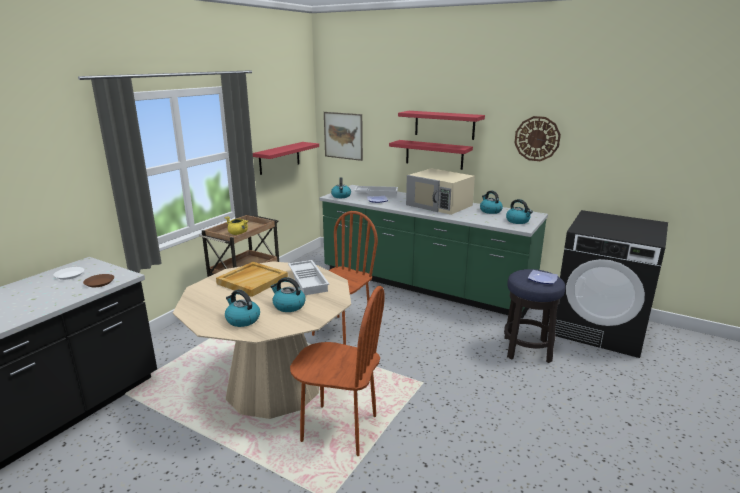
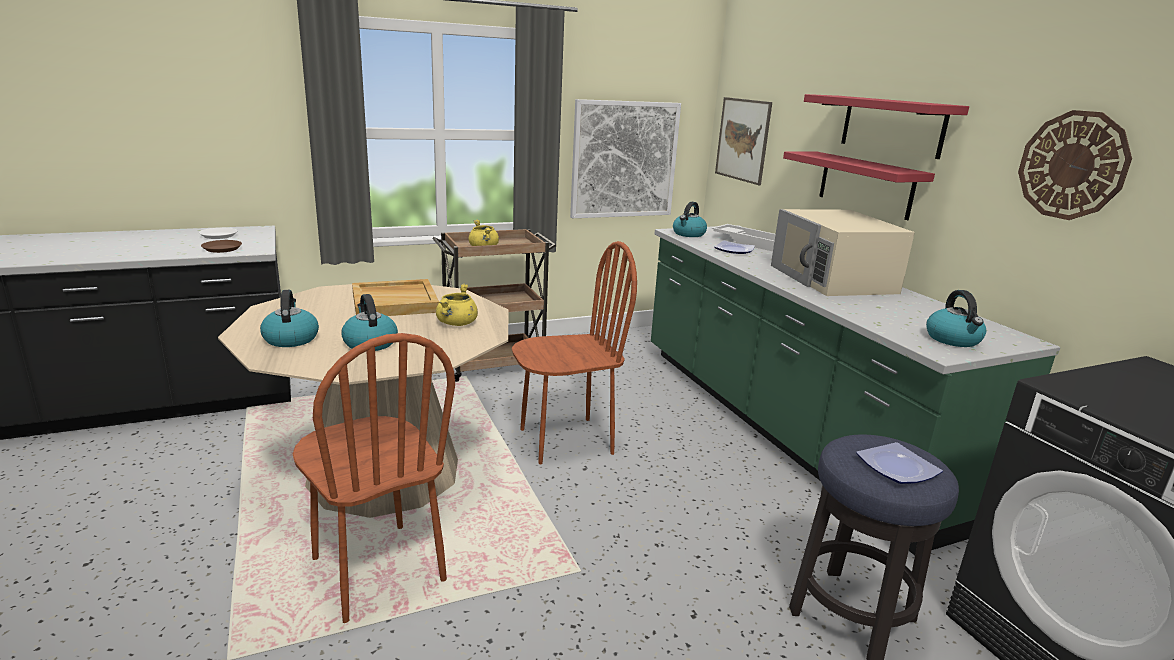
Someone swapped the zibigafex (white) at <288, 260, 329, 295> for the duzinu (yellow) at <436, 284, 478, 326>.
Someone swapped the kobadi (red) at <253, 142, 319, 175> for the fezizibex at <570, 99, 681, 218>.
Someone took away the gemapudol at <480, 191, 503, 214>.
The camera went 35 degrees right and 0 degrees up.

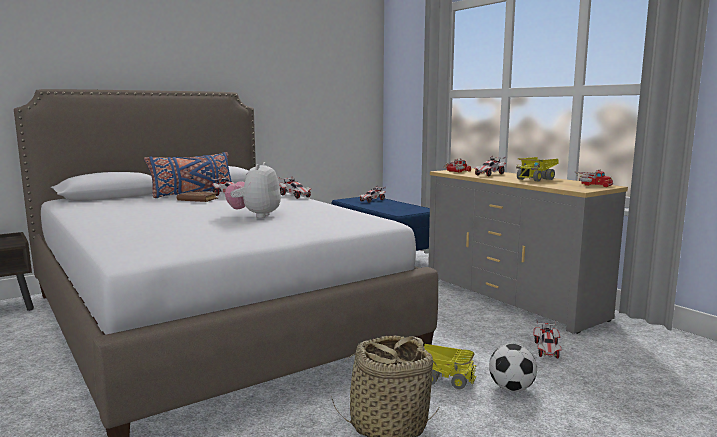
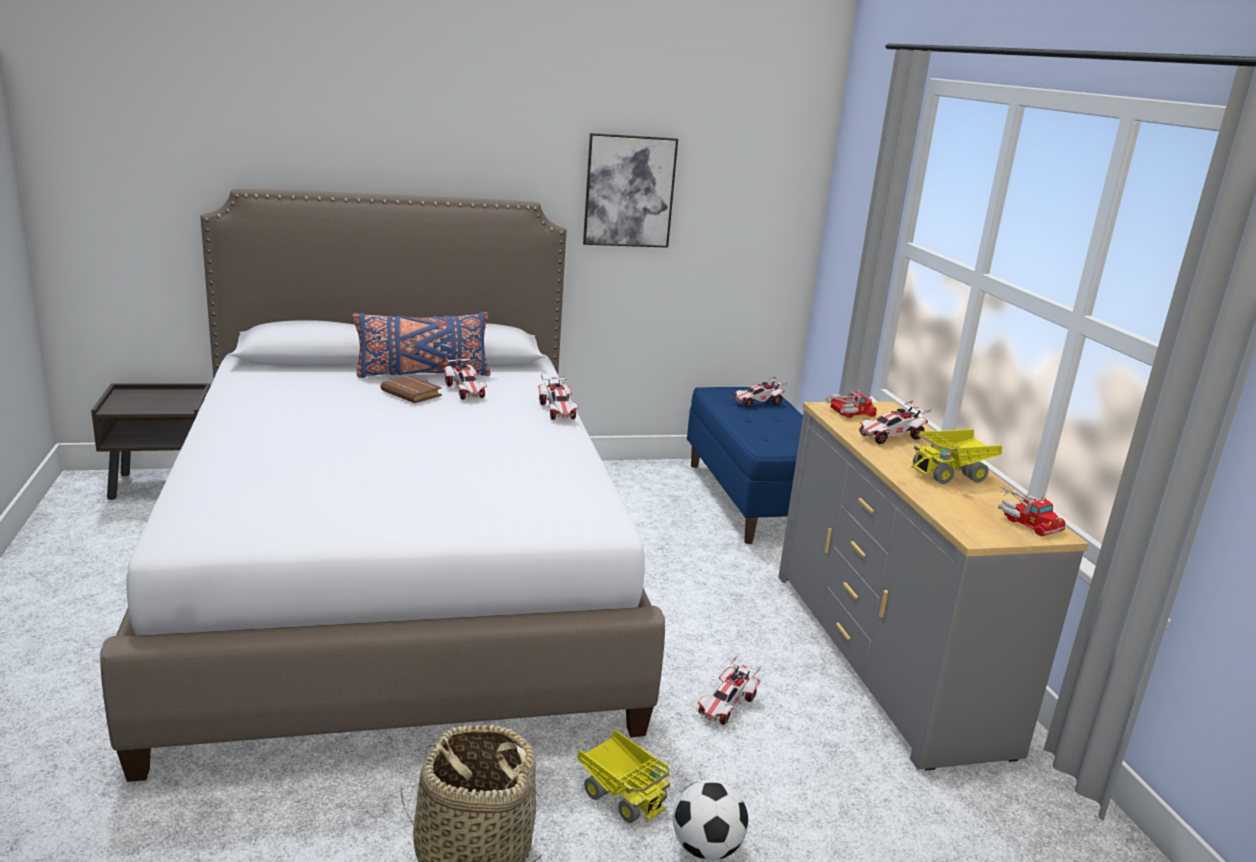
Someone put up the fezizibex at <583, 133, 678, 248>.
Someone carried the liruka from <533, 321, 561, 358> to <698, 655, 761, 725>.
Someone took away the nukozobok at <225, 162, 281, 218>.
The camera went 20 degrees right and 10 degrees up.

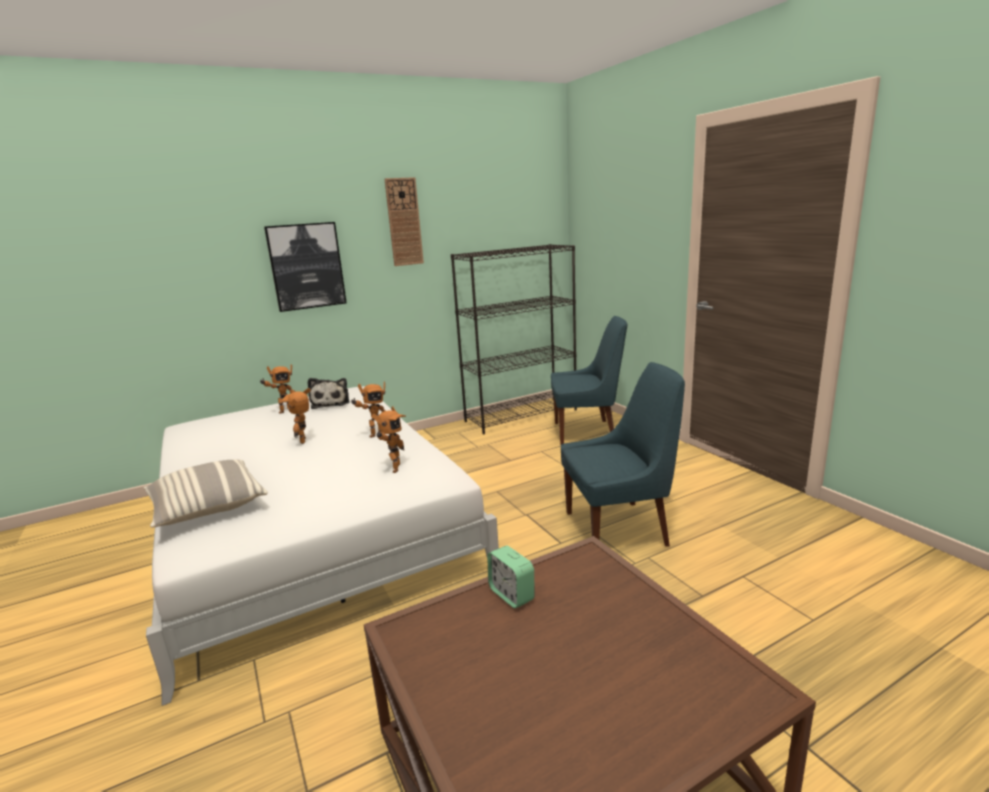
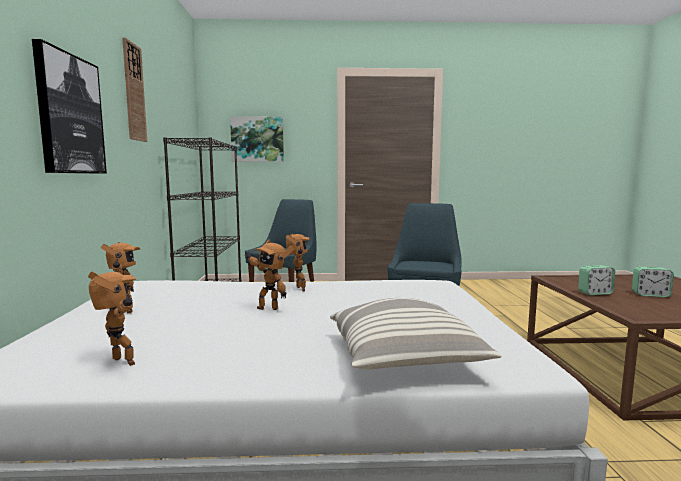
Someone carried the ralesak from <371, 406, 406, 473> to <88, 272, 136, 366>.
Someone put up the fezizibex at <230, 116, 284, 162>.
Someone put down the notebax at <632, 267, 674, 297>.
Someone took away the nukozobok at <308, 378, 349, 409>.
The camera went 65 degrees left and 10 degrees down.

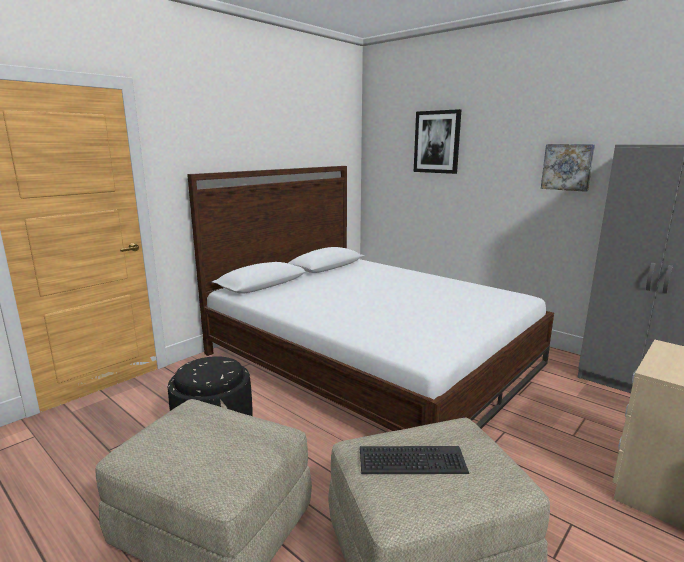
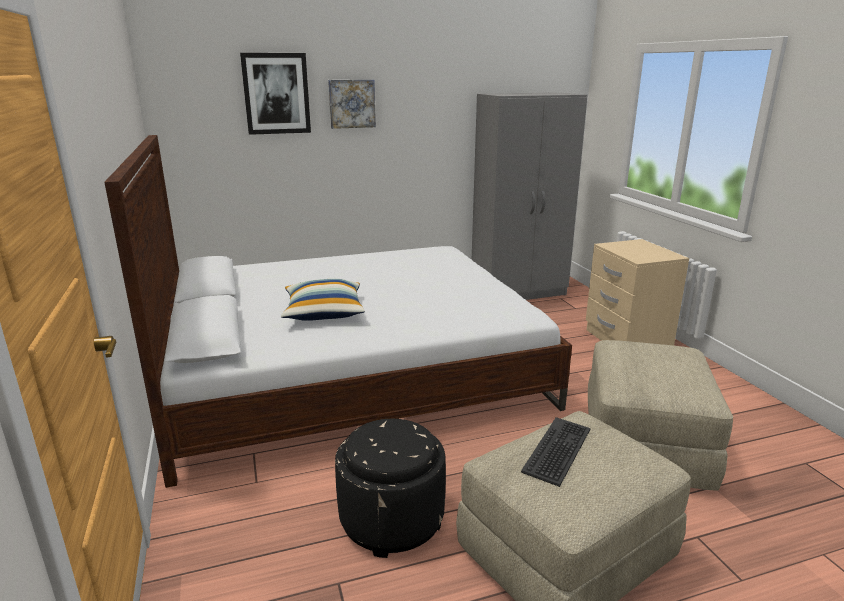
Someone put down the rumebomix at <281, 279, 365, 321>.
Someone carried the fezizibex from <541, 144, 595, 192> to <328, 80, 376, 129>.
Someone carried the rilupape from <360, 446, 469, 474> to <521, 417, 590, 487>.
The camera went 60 degrees left and 5 degrees up.

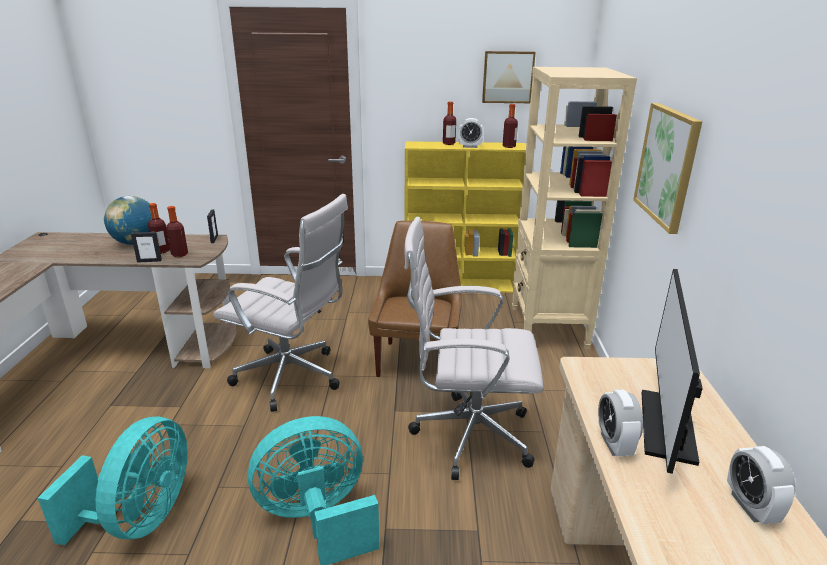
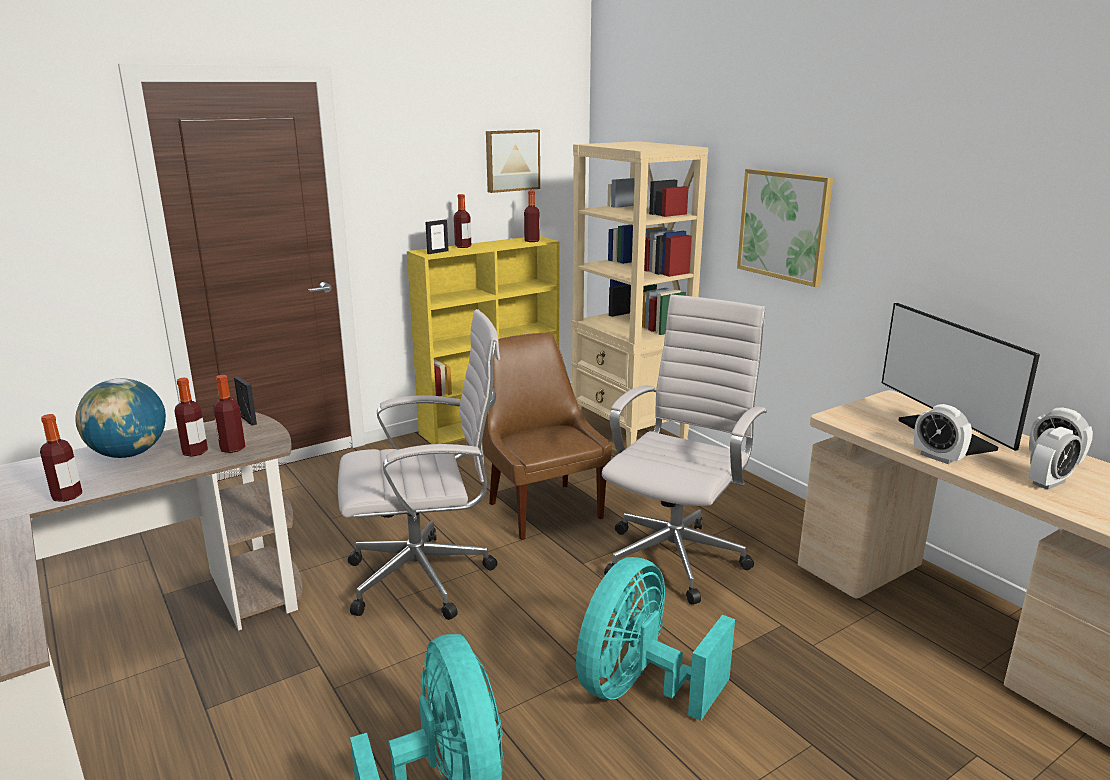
Someone put down the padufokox at <40, 414, 82, 502>.
Someone carried the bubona from <131, 232, 162, 263> to <425, 220, 449, 254>.
Someone rotated the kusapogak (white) at <404, 217, 544, 480> by 150 degrees clockwise.
Someone carried the notebax from <458, 118, 484, 148> to <1029, 427, 1082, 490>.
The camera went 35 degrees left and 5 degrees down.

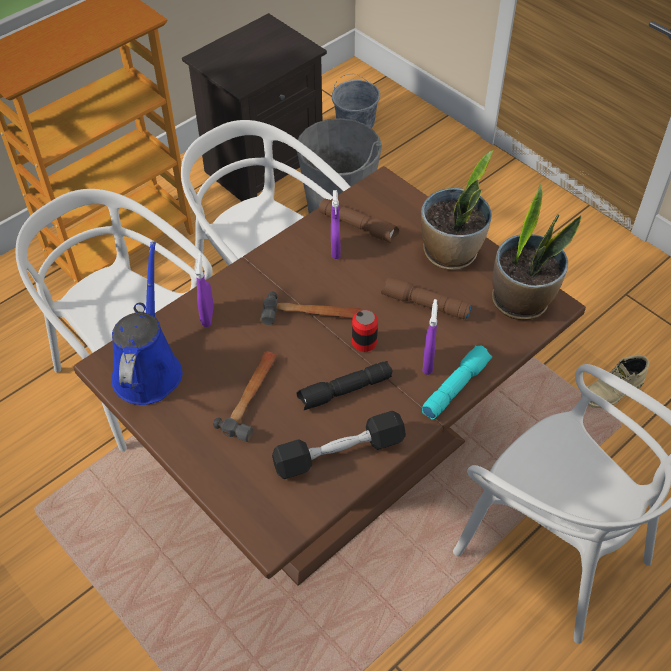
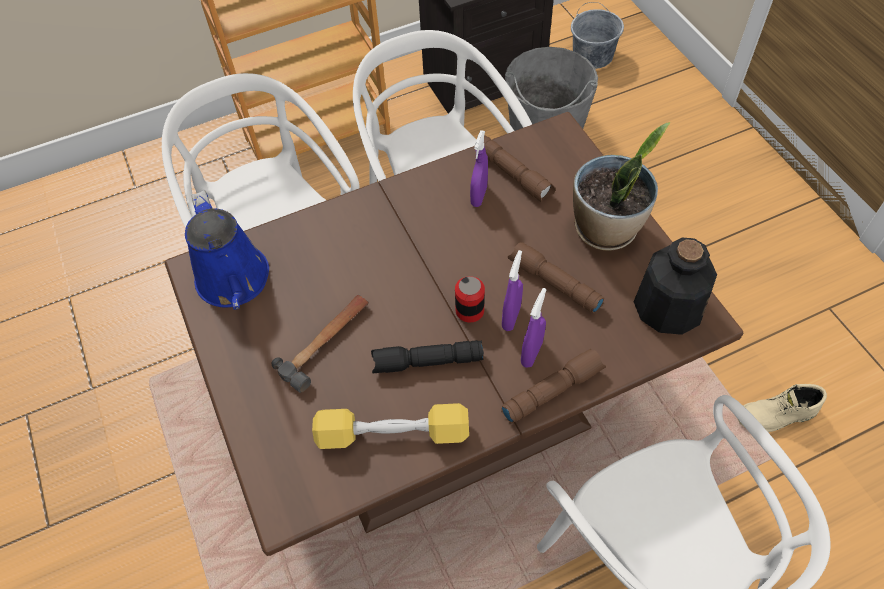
Someone rotated the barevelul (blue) at <111, 241, 182, 405> by 135 degrees clockwise.
Someone repainted the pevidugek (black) at <272, 411, 406, 479>, which became the pevidugek (yellow) at <312, 403, 469, 449>.
Someone repainted the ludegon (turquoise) at <422, 345, 492, 420>, which became the ludegon (brown) at <501, 349, 606, 424>.
Someone carried the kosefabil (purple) from <195, 252, 214, 327> to <502, 250, 523, 331>.
Someone swapped the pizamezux at <492, 184, 581, 320> for the padufokox at <634, 238, 717, 335>.
Someone took away the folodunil at <260, 292, 361, 325>.
The camera went 20 degrees right and 5 degrees up.

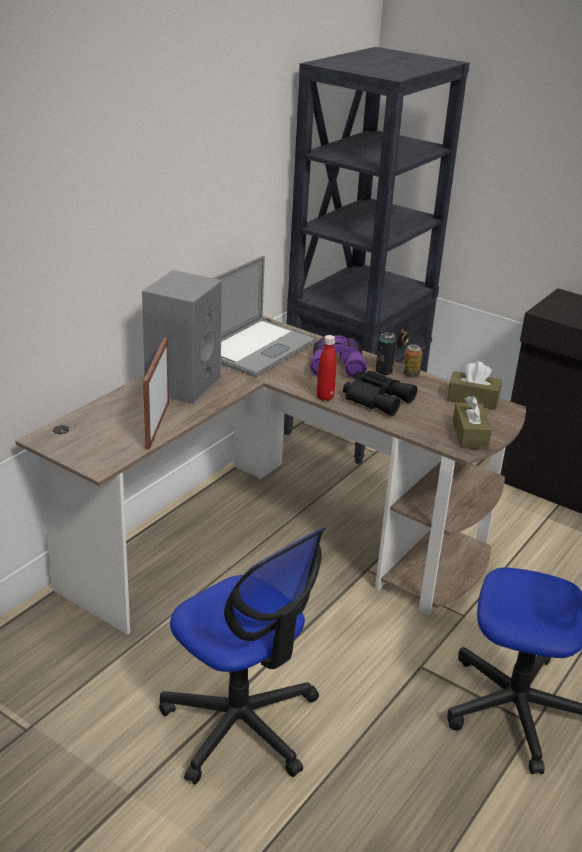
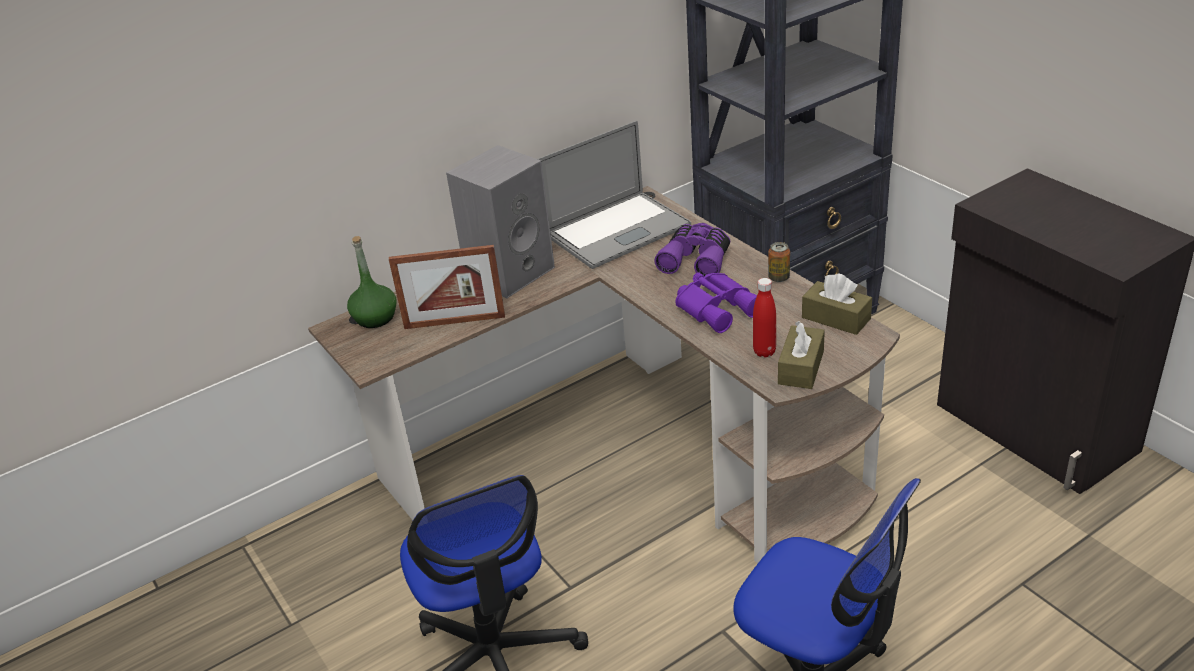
Someone put down the padufokox (green) at <347, 236, 397, 328>.
Someone rotated the bubona at <143, 338, 169, 450> by 120 degrees counterclockwise.
Someone repainted the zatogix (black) at <343, 371, 417, 416>, which became the zatogix (purple) at <676, 273, 757, 333>.
Someone carried the padufokox (red) from <317, 335, 337, 401> to <753, 278, 776, 357>.
Someone took away the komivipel at <376, 332, 396, 375>.
The camera went 25 degrees right and 5 degrees up.

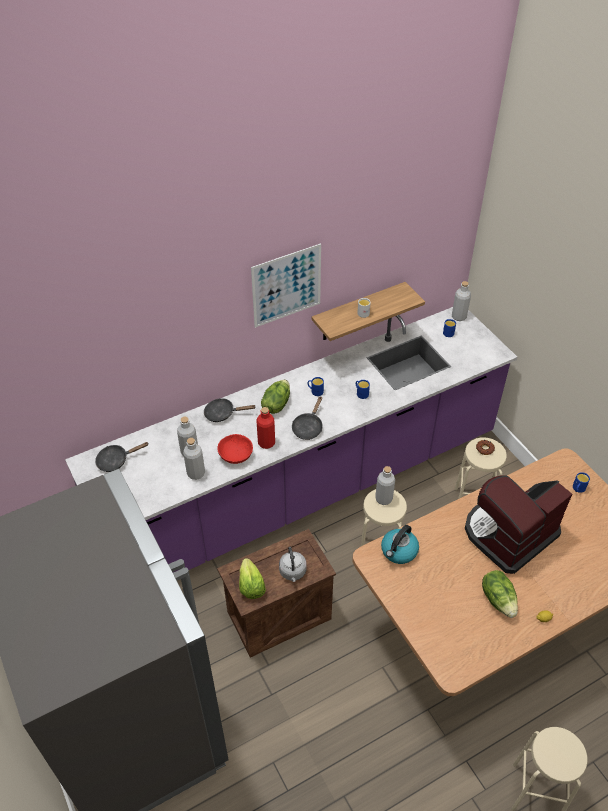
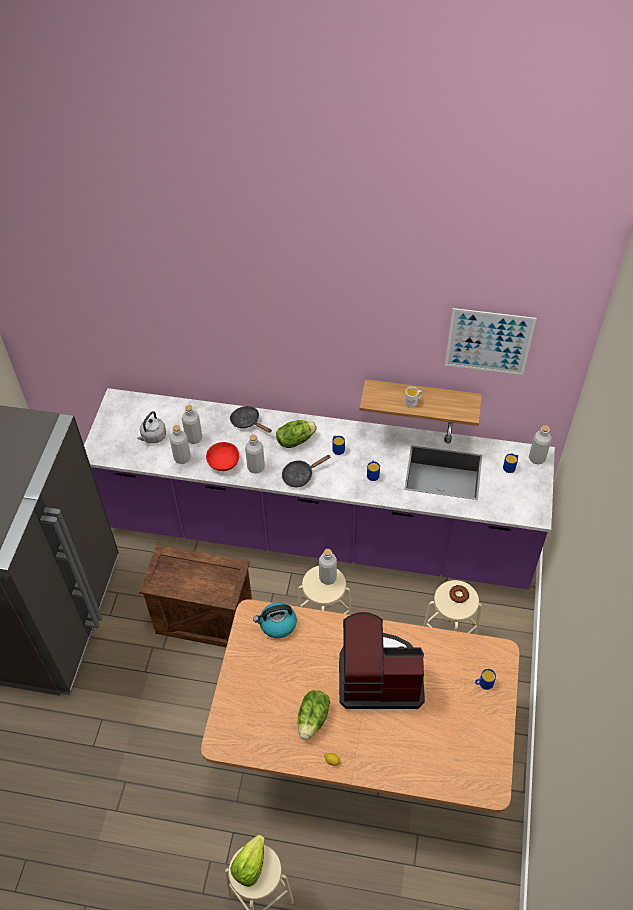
Someone carried the gemapudol (grey) from <279, 546, 307, 582> to <137, 411, 166, 443>.
Someone carried the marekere from <239, 558, 266, 599> to <230, 834, 265, 887>.
Someone repainted the padufokox (red) at <257, 407, 275, 449>, which became the padufokox (grey) at <245, 434, 265, 474>.
Someone carried the fezizibex from <251, 243, 321, 328> to <445, 308, 537, 375>.
Someone took away the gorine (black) at <95, 442, 149, 472>.
The camera went 40 degrees right and 5 degrees up.

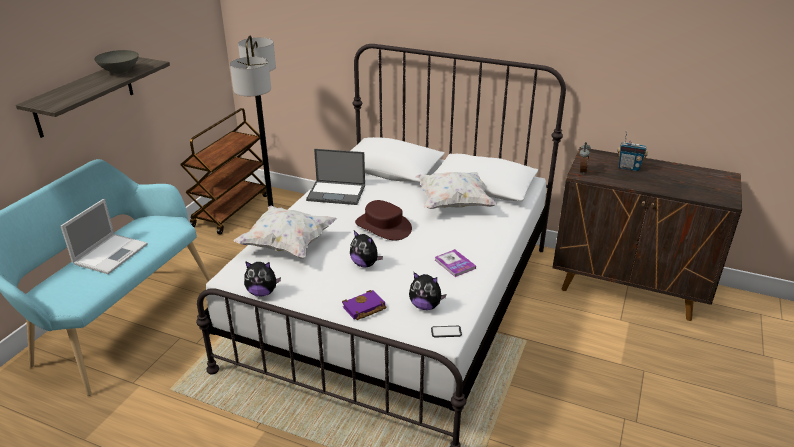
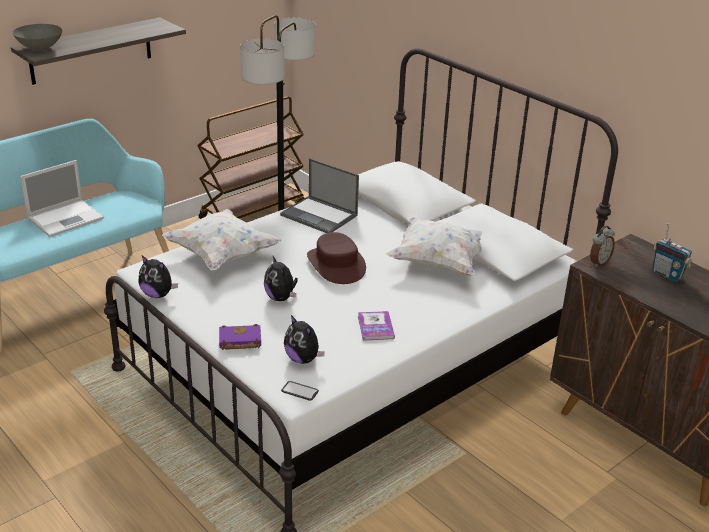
Someone carried the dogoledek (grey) from <94, 50, 139, 74> to <13, 24, 62, 51>.
The camera went 25 degrees right and 0 degrees up.

